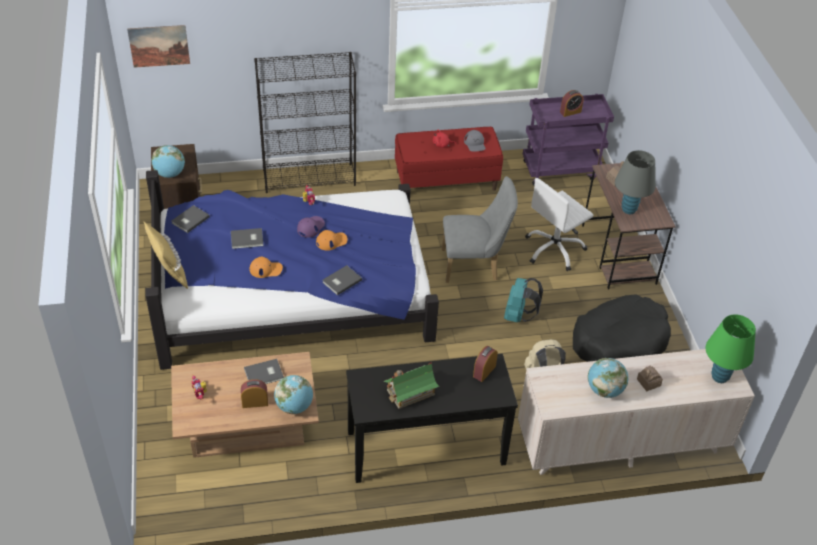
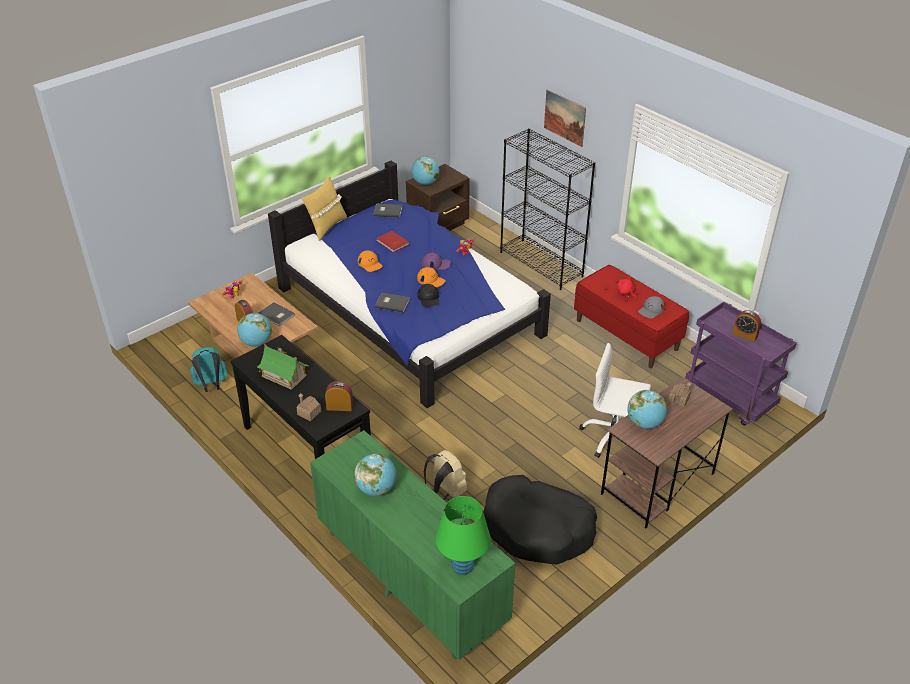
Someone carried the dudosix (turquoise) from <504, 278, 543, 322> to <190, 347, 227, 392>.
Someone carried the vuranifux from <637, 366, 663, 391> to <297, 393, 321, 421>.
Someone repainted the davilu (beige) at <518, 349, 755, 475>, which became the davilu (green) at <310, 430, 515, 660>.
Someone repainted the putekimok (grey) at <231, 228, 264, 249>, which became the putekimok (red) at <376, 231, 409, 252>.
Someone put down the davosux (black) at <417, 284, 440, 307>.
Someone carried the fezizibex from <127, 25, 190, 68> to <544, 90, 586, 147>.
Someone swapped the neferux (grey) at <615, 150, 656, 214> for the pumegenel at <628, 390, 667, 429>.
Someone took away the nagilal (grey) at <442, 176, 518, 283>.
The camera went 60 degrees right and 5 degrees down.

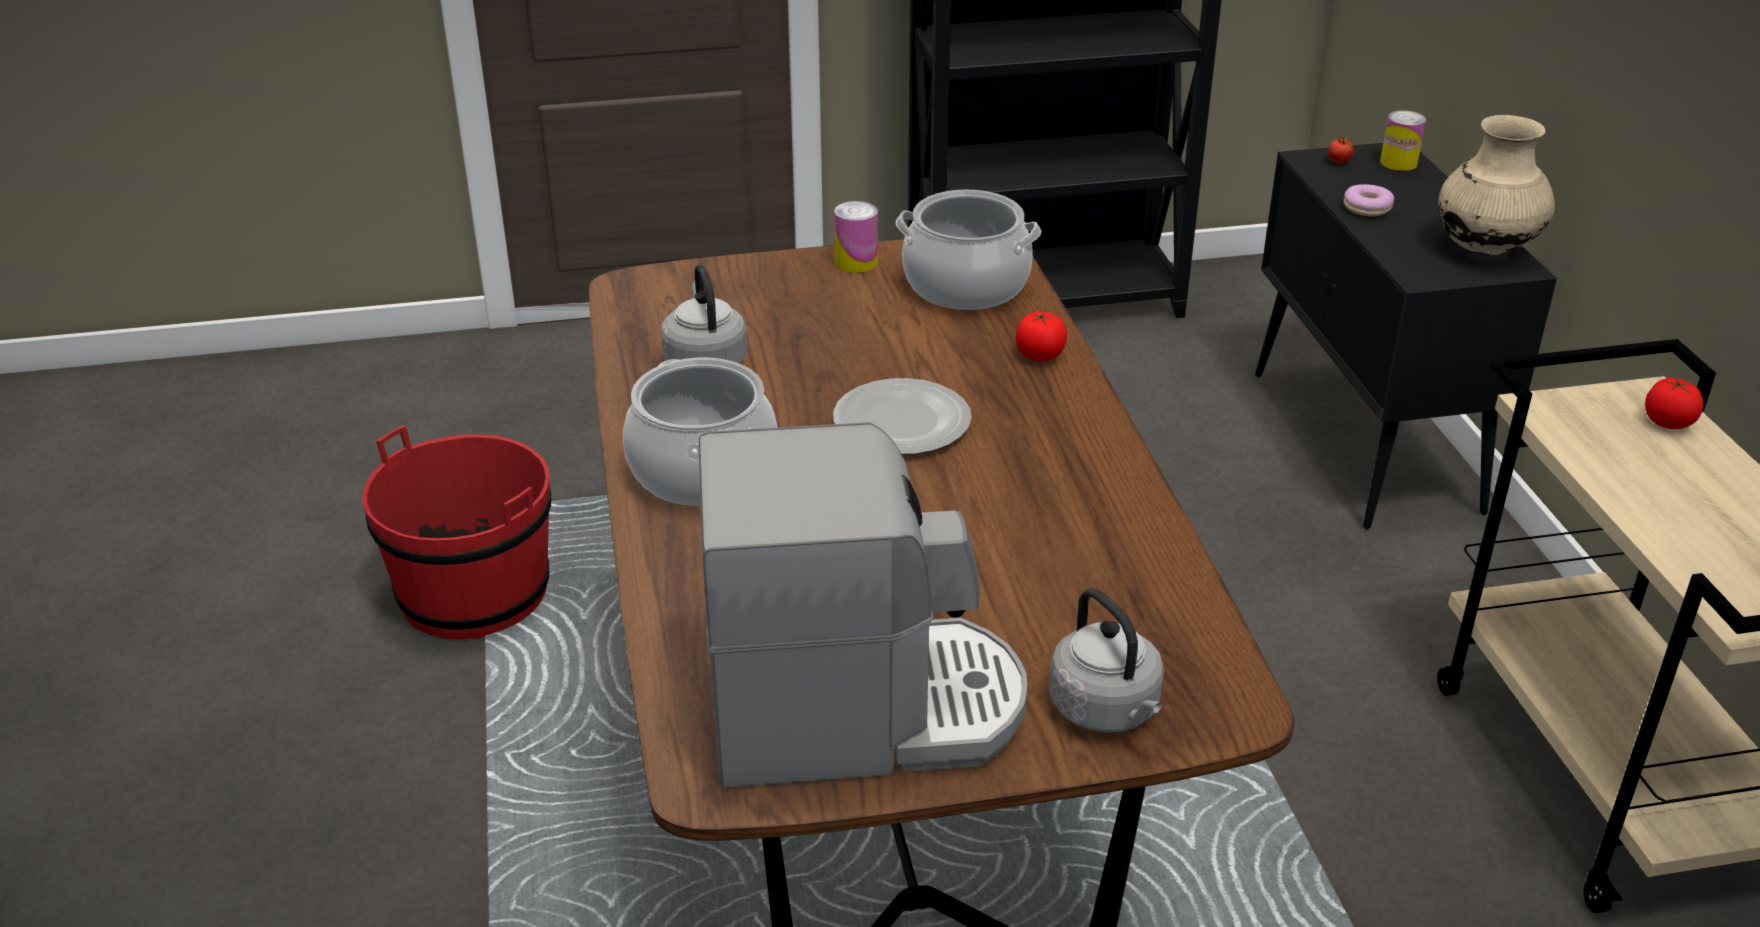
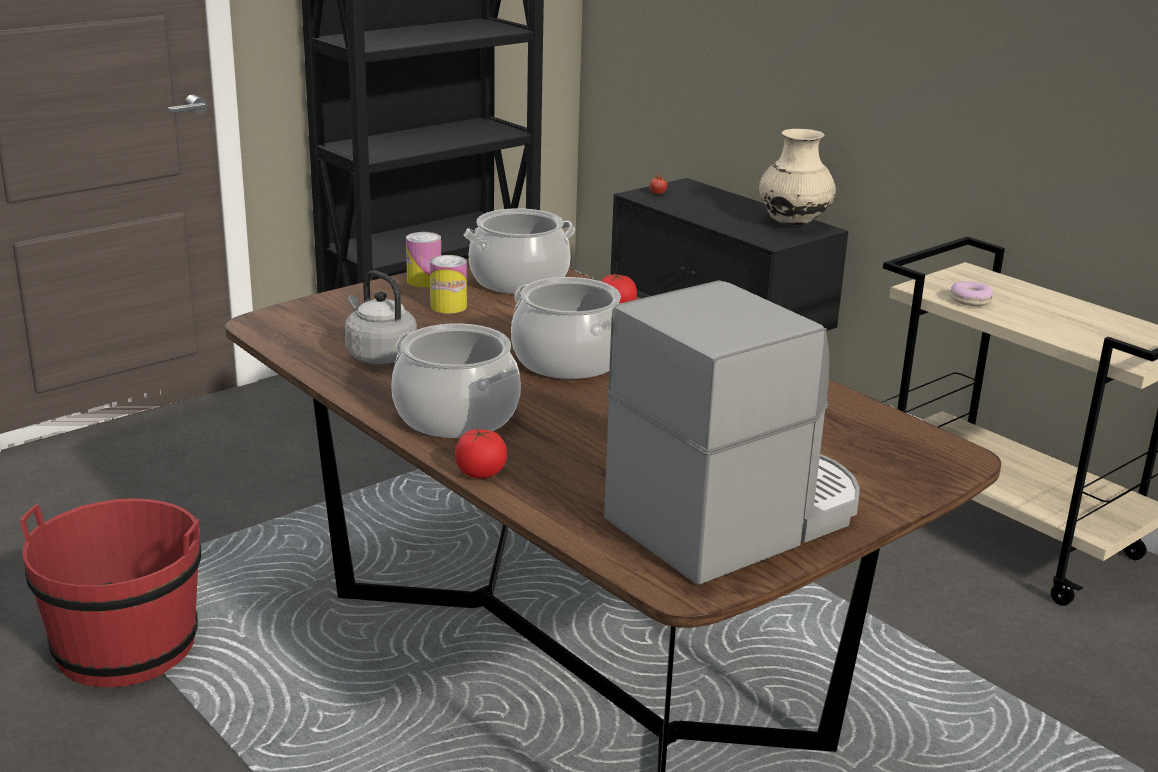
Someone carried the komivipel from <1380, 110, 1426, 171> to <430, 255, 467, 313>.
Someone carried the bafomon from <1645, 378, 1703, 429> to <455, 428, 507, 478>.
Someone swapped the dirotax at <833, 378, 972, 455> for the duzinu at <511, 277, 621, 379>.
Someone carried the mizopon from <1344, 184, 1394, 217> to <950, 281, 993, 306>.
Someone took away the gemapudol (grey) at <1049, 588, 1164, 732>.
The camera went 30 degrees left and 10 degrees down.

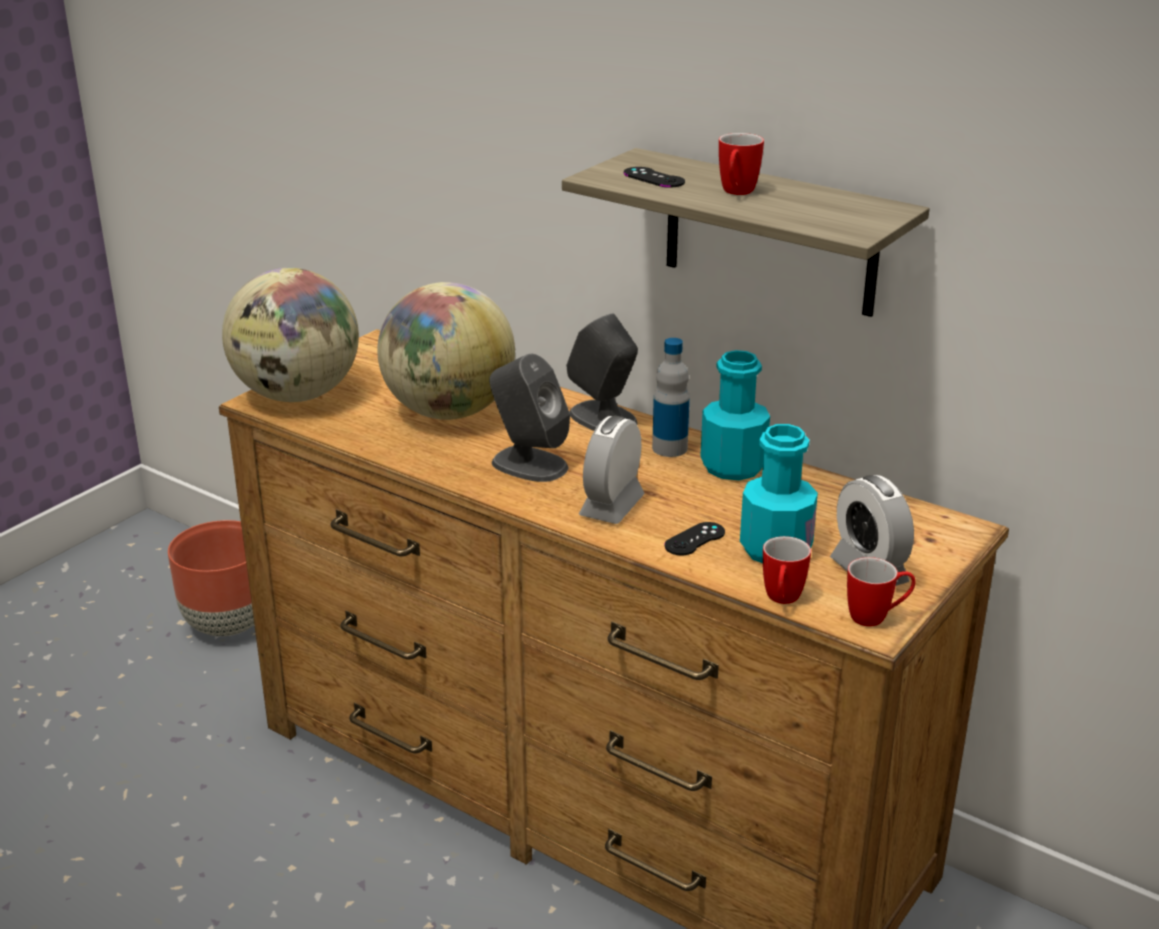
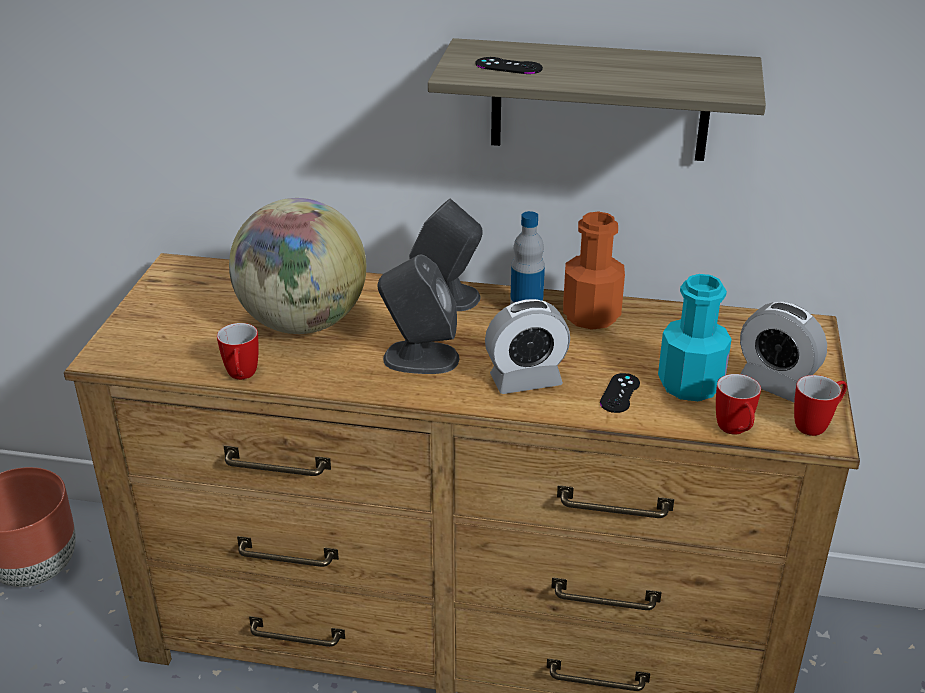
Someone carried the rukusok from <719, 133, 764, 195> to <217, 323, 259, 380>.
Someone rotated the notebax at <579, 416, 645, 524> by 105 degrees counterclockwise.
Someone repainted the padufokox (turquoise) at <700, 350, 770, 480>, which became the padufokox (orange) at <563, 211, 625, 330>.
Someone took away the pumegenel at <222, 268, 359, 402>.
The camera went 25 degrees left and 5 degrees up.

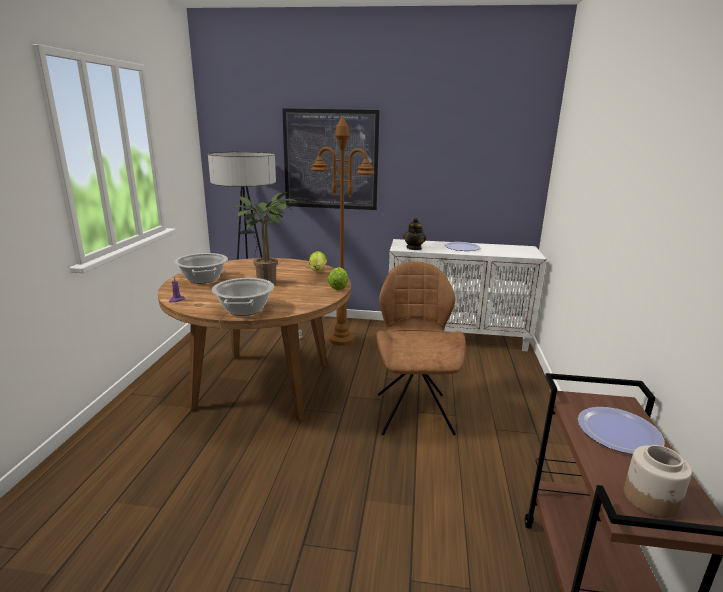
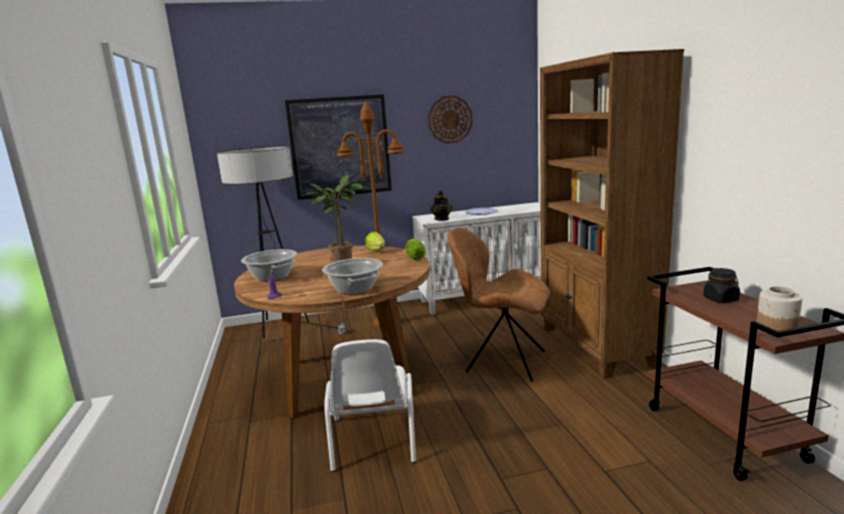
Someone put down the nagilal (white) at <324, 339, 416, 472>.
Someone put up the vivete at <428, 96, 473, 144>.
Someone rotated the nagilal (brown) at <376, 261, 466, 435> by 45 degrees counterclockwise.
Someone put down the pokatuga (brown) at <540, 49, 684, 379>.
Someone swapped the dirotax at <578, 407, 664, 454> for the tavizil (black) at <703, 268, 740, 303>.
The camera went 20 degrees left and 5 degrees down.

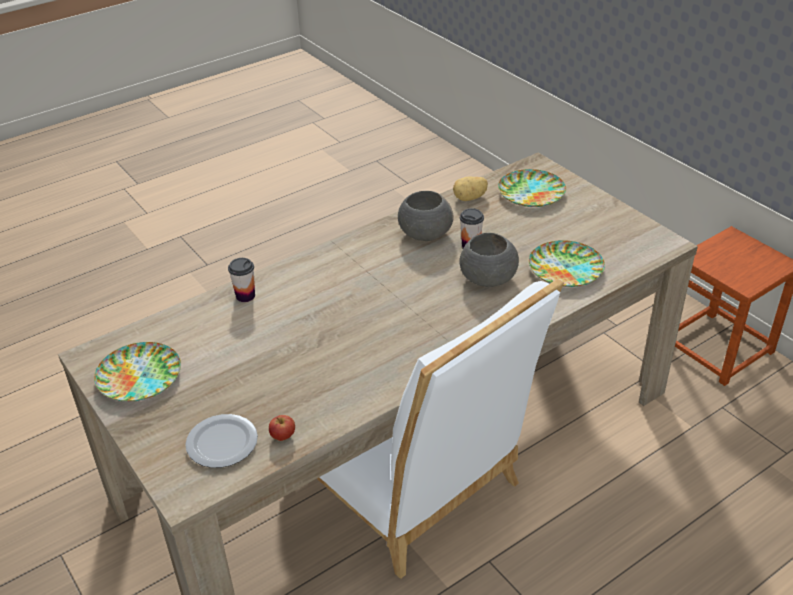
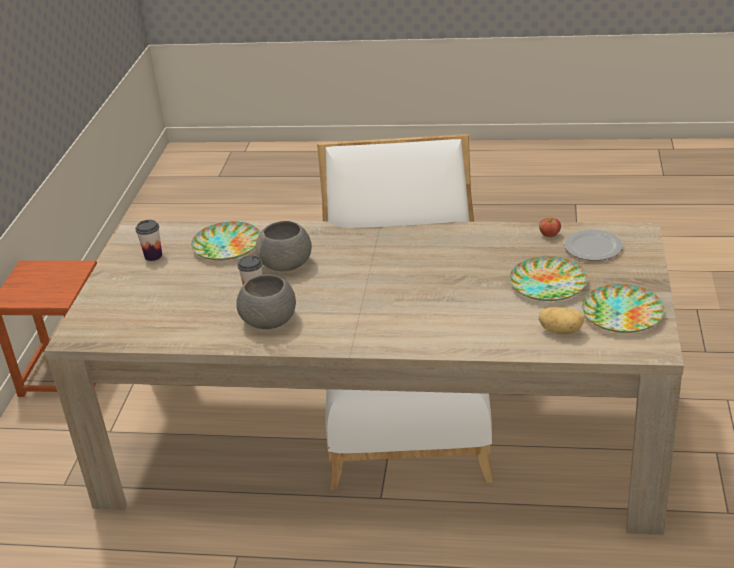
Someone carried the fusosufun from <228, 258, 255, 302> to <135, 220, 162, 261>.
Someone carried the dirotax from <498, 169, 566, 207> to <510, 256, 588, 301>.
Someone carried the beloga from <453, 176, 488, 201> to <539, 307, 584, 334>.
The camera went 135 degrees left and 5 degrees down.

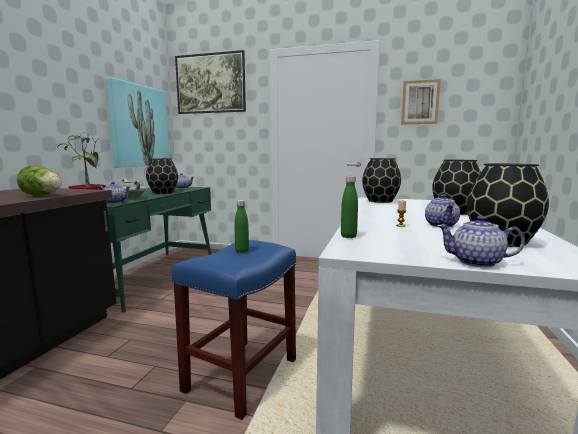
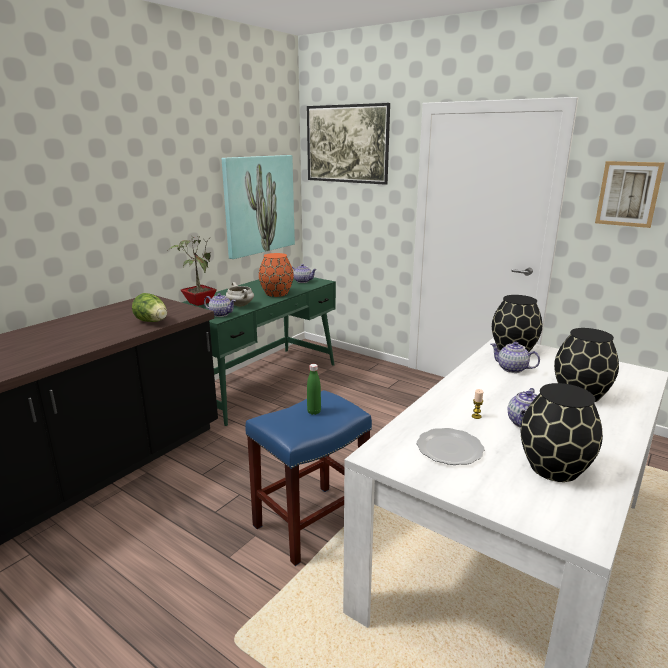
Someone repainted the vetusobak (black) at <146, 158, 178, 194>, which became the vetusobak (orange) at <259, 253, 294, 297>.
Someone put down the dirotax at <417, 428, 485, 465>.
Someone carried the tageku from <437, 216, 525, 267> to <491, 342, 540, 373>.
Someone took away the padufokox (green) at <341, 176, 358, 238>.
The camera went 20 degrees right and 10 degrees up.

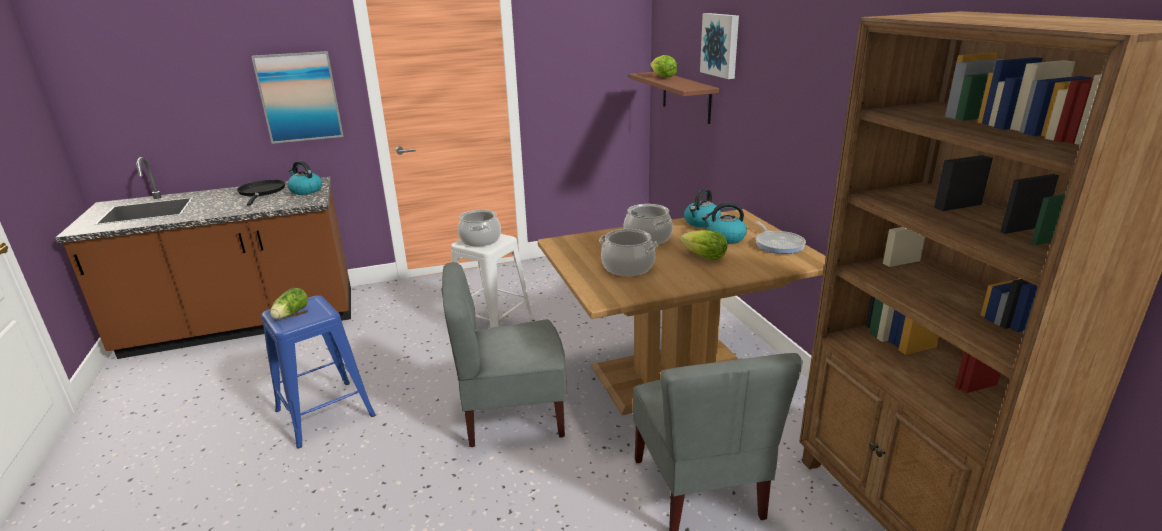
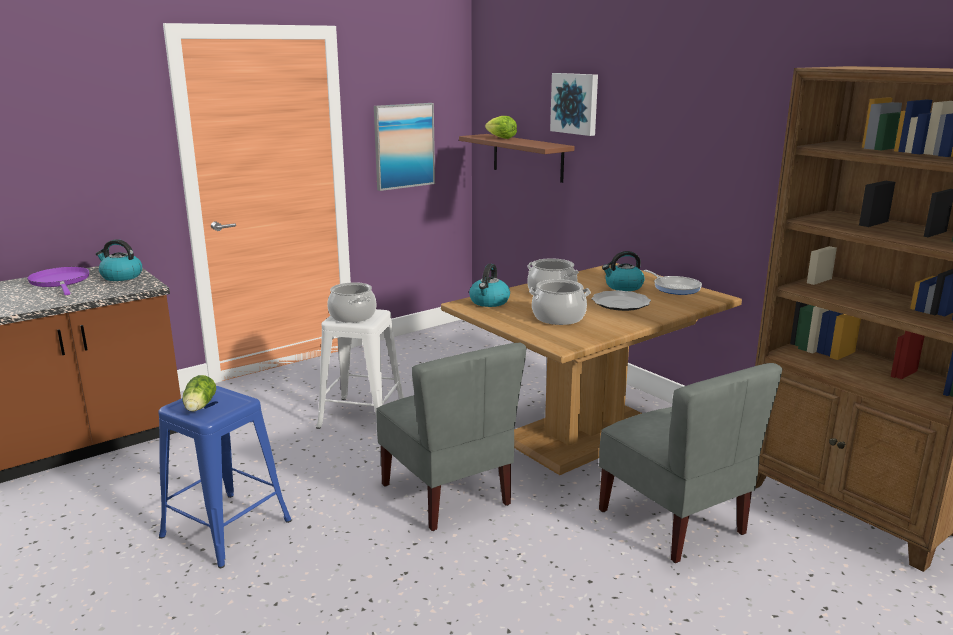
Someone repainted the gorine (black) at <237, 179, 285, 206>, which became the gorine (purple) at <27, 267, 90, 295>.
Someone carried the fezizibex from <251, 51, 344, 144> to <374, 103, 435, 191>.
Someone rotated the nagilal (grey) at <441, 262, 566, 447> by 90 degrees counterclockwise.
Someone carried the gemapudol from <684, 188, 721, 228> to <469, 264, 510, 307>.
Someone swapped the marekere at <680, 230, 727, 260> for the dirotax at <591, 290, 651, 311>.
The camera went 20 degrees left and 5 degrees down.

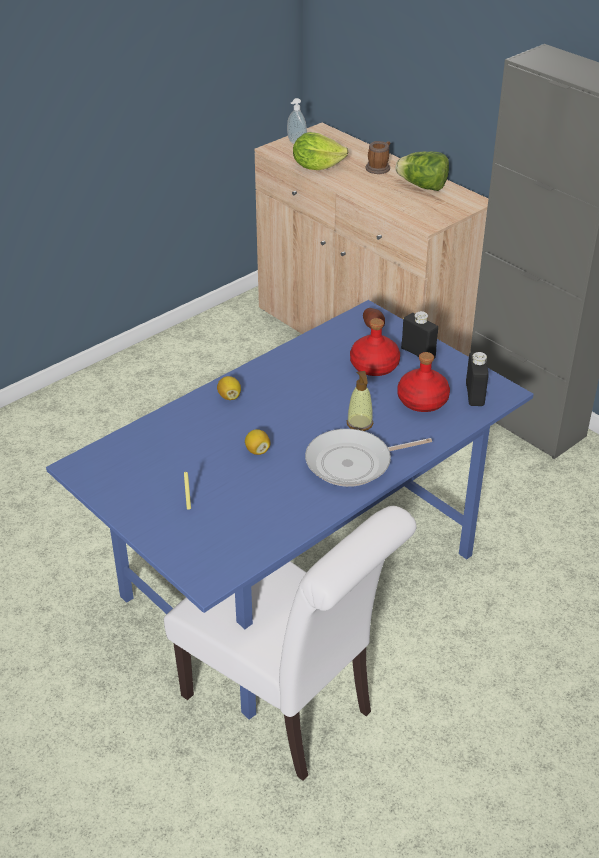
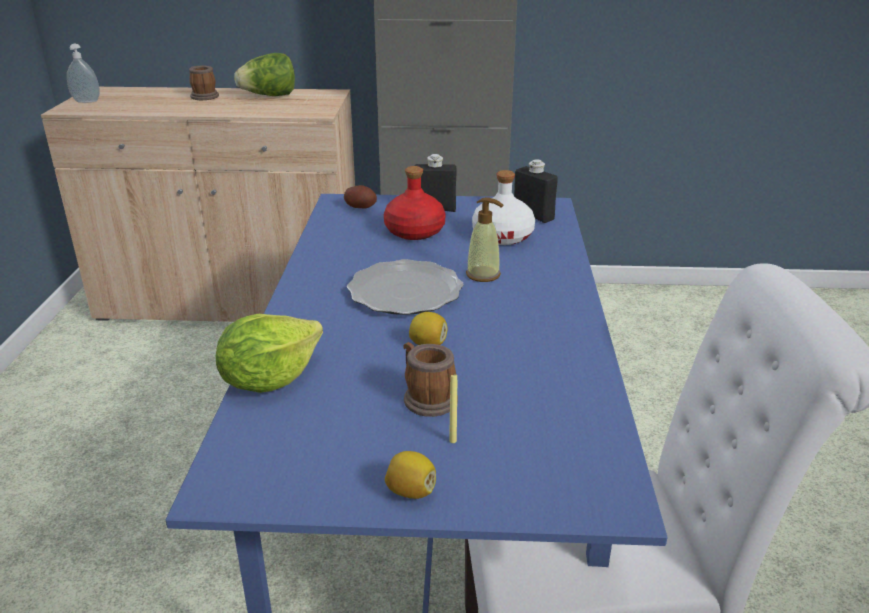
Someone carried the marekere from <293, 132, 348, 170> to <216, 314, 323, 393>.
Someone put down the dirotax at <347, 259, 463, 315>.
Someone carried the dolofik from <217, 376, 241, 400> to <385, 451, 436, 499>.
Someone put down the rukusok at <404, 342, 458, 417>.
Someone repainted the padufokox (red) at <397, 352, 450, 412>, which became the padufokox (white) at <472, 170, 535, 245>.
Someone took away the gorine at <305, 429, 432, 487>.
The camera went 45 degrees left and 10 degrees down.

